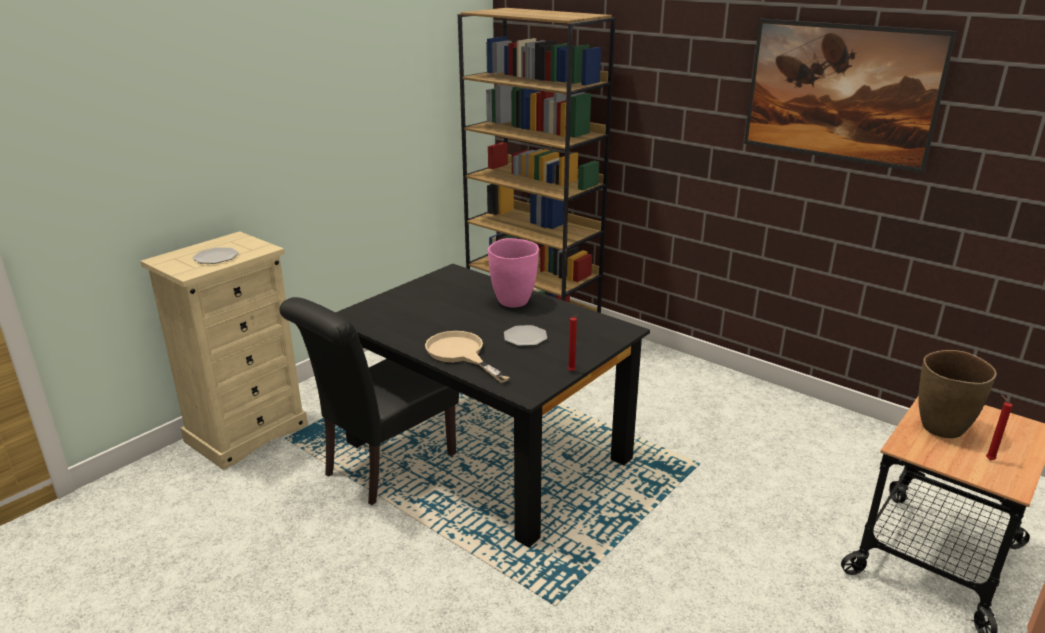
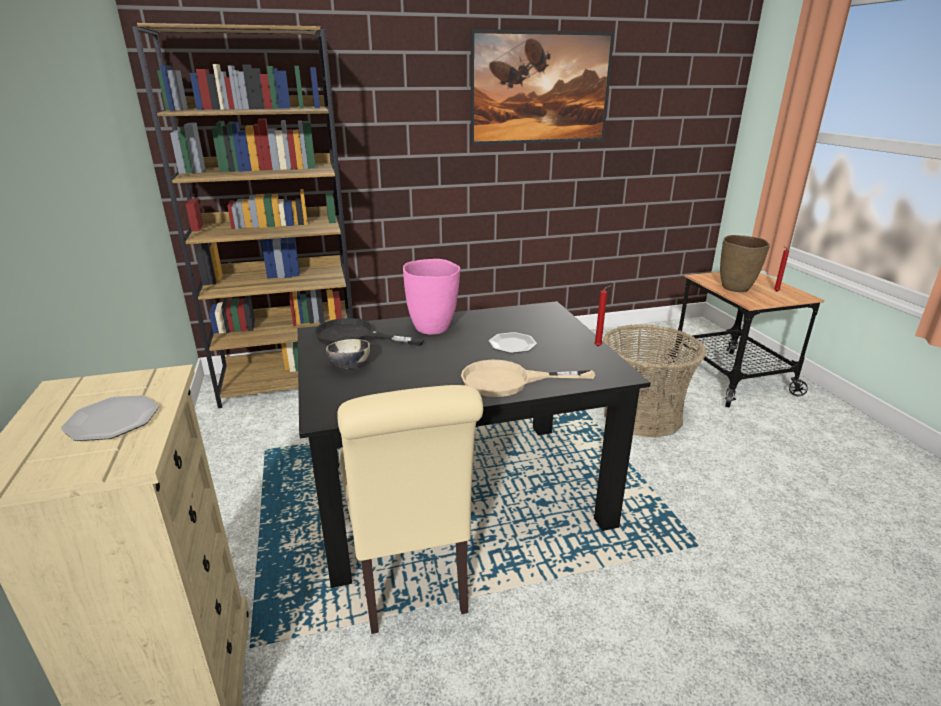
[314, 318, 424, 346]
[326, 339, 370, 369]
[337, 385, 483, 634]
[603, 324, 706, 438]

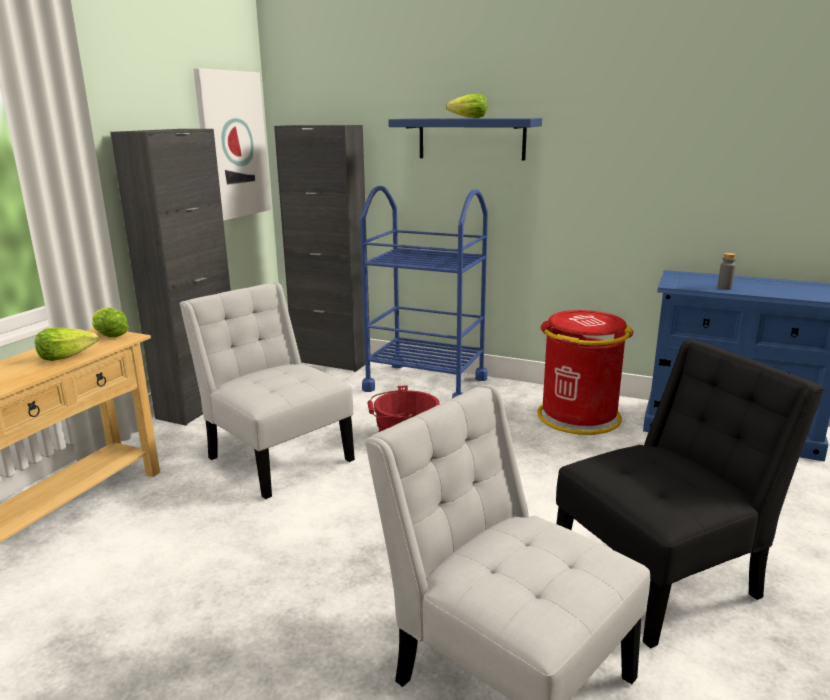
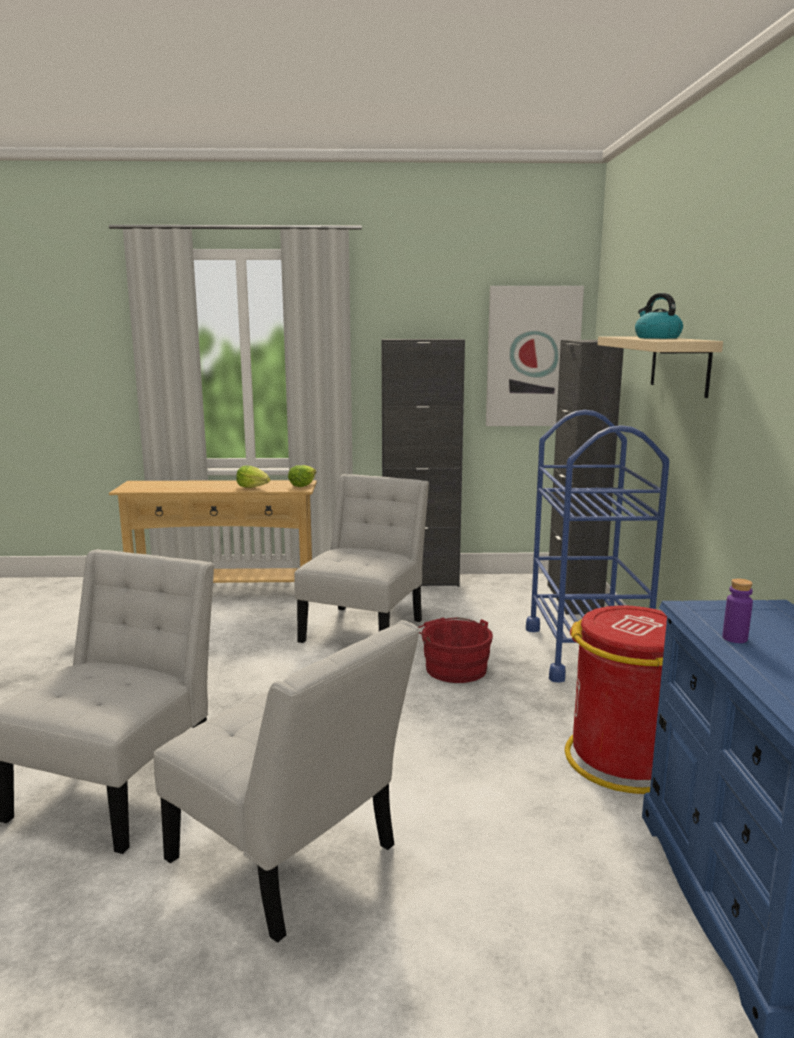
[154, 620, 420, 943]
[598, 336, 723, 398]
[635, 293, 683, 339]
[722, 578, 753, 643]

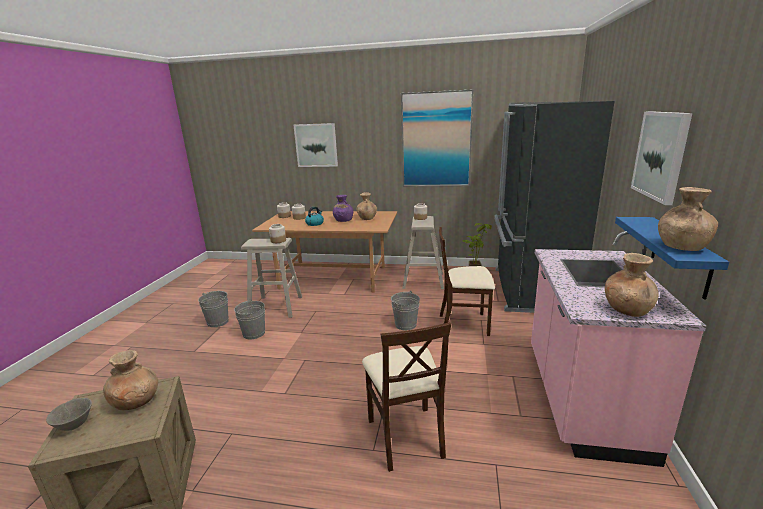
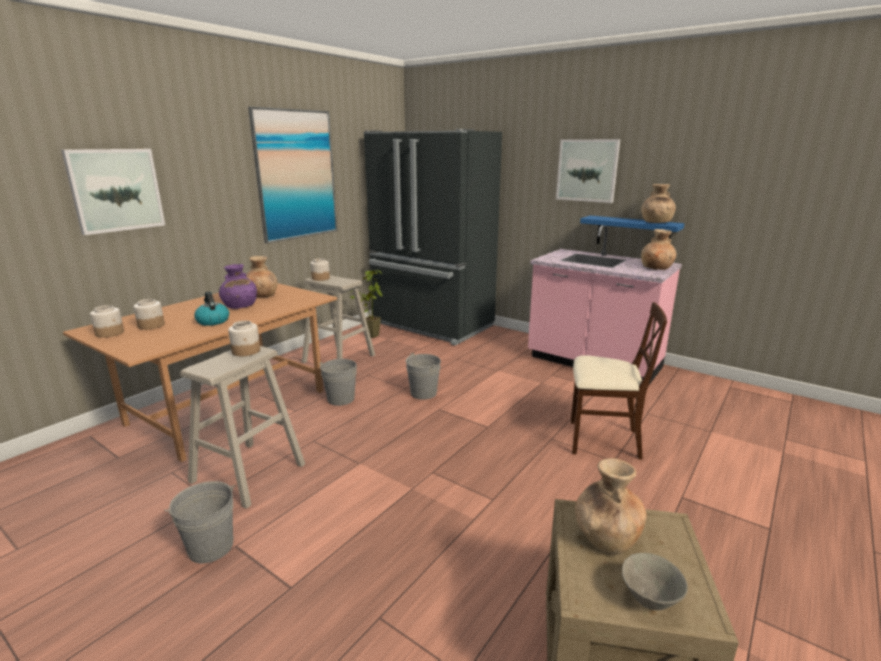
[319, 359, 357, 406]
[439, 227, 495, 336] (first image)

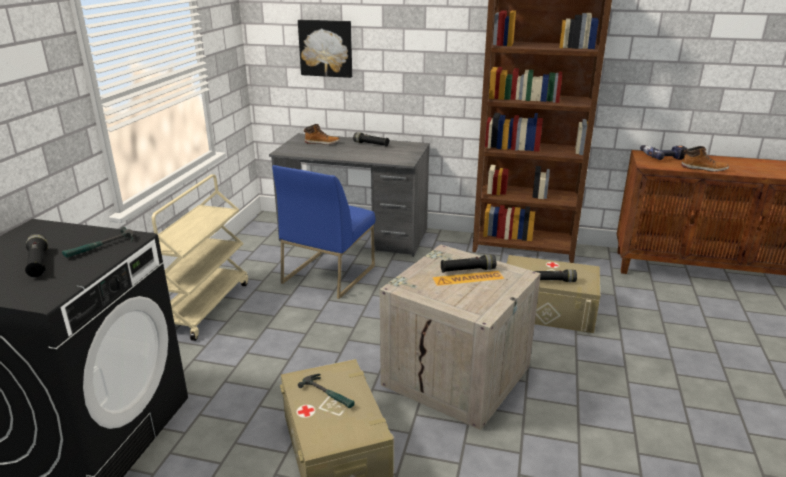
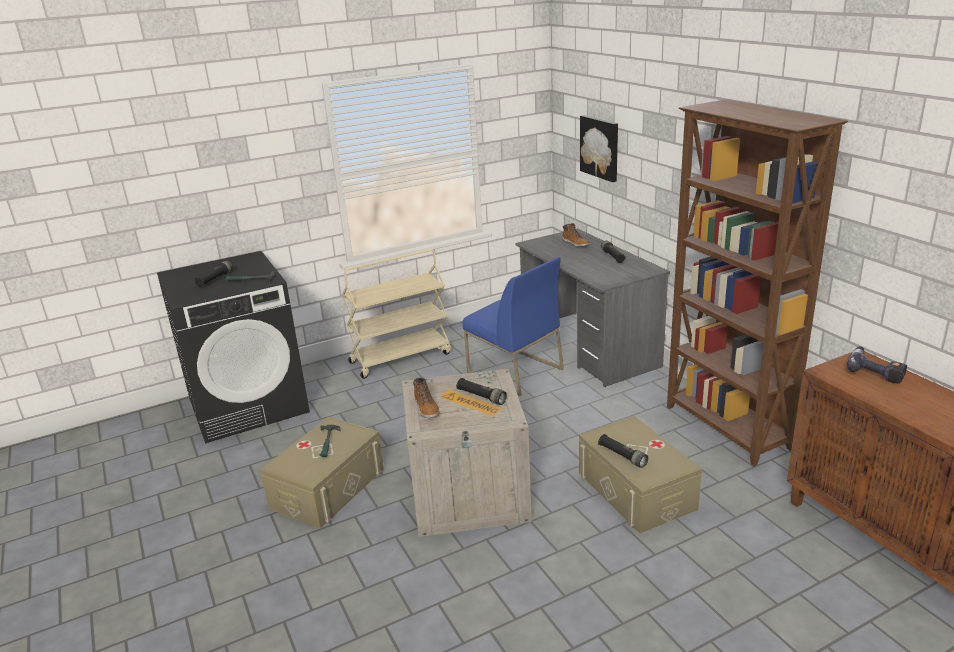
[413, 378, 440, 418]
[463, 257, 564, 396]

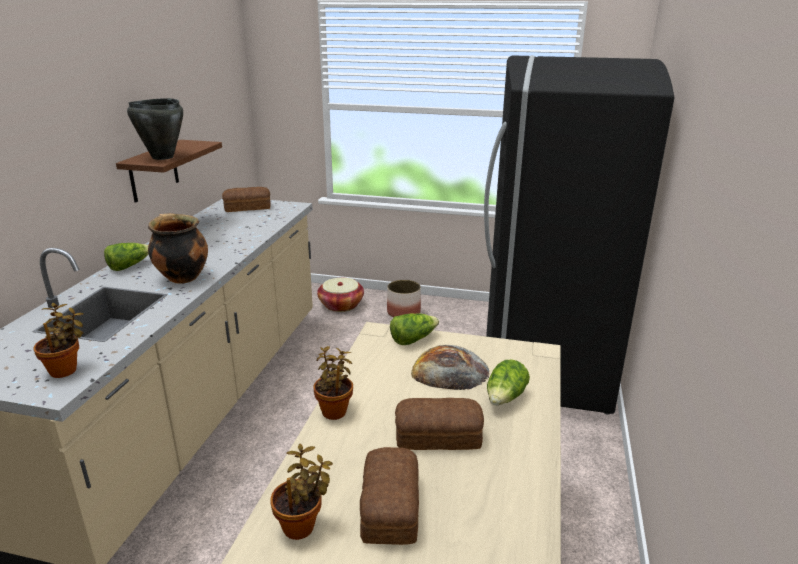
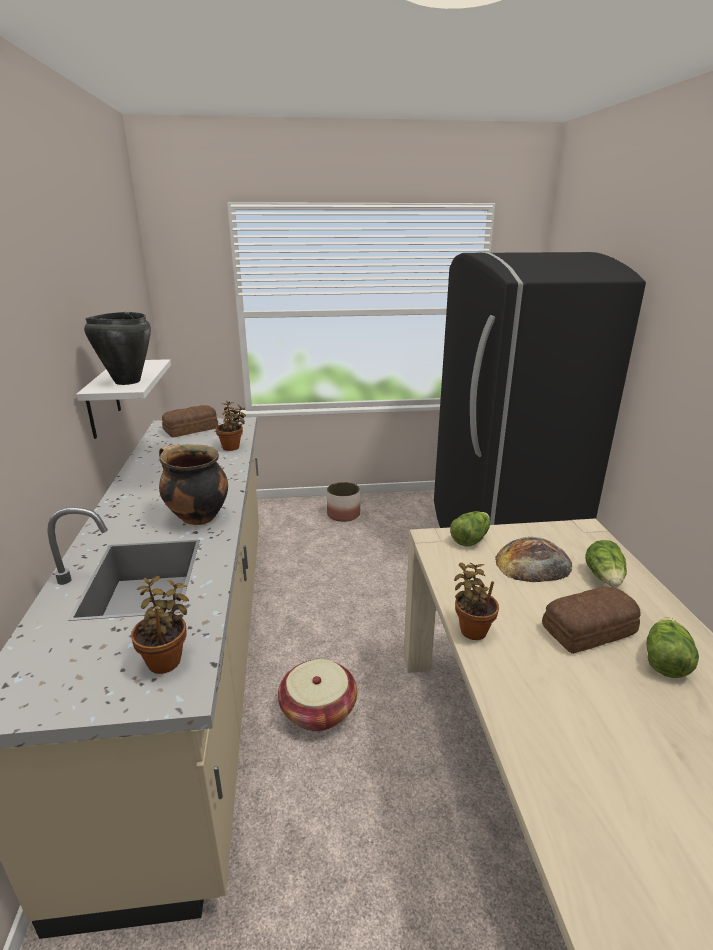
[76, 359, 171, 439]
[216, 401, 246, 451]
[278, 659, 357, 731]
[647, 617, 699, 678]
[360, 447, 419, 545] (first image)

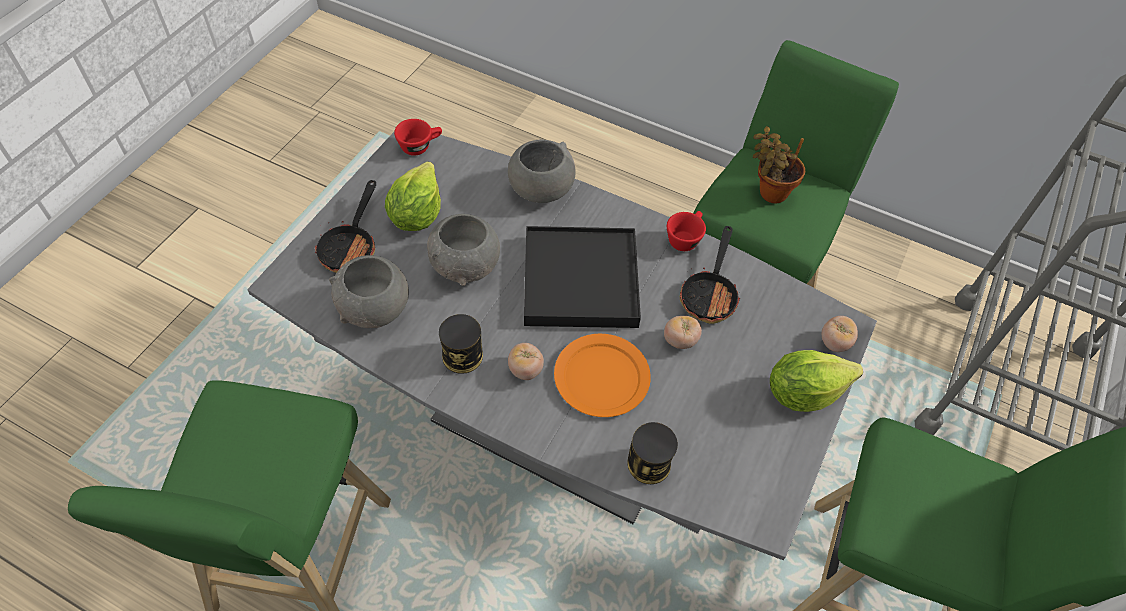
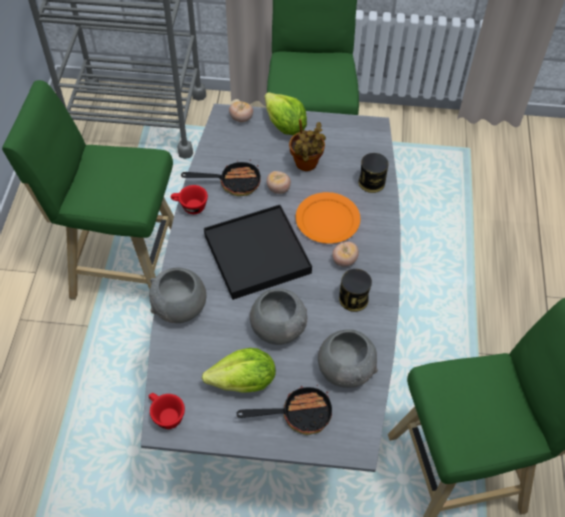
[289, 119, 326, 171]

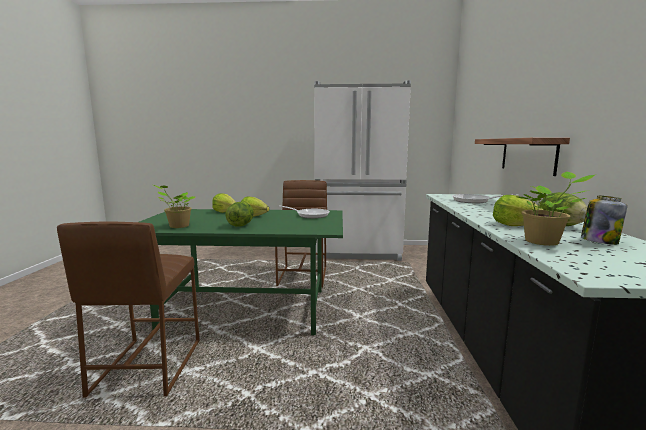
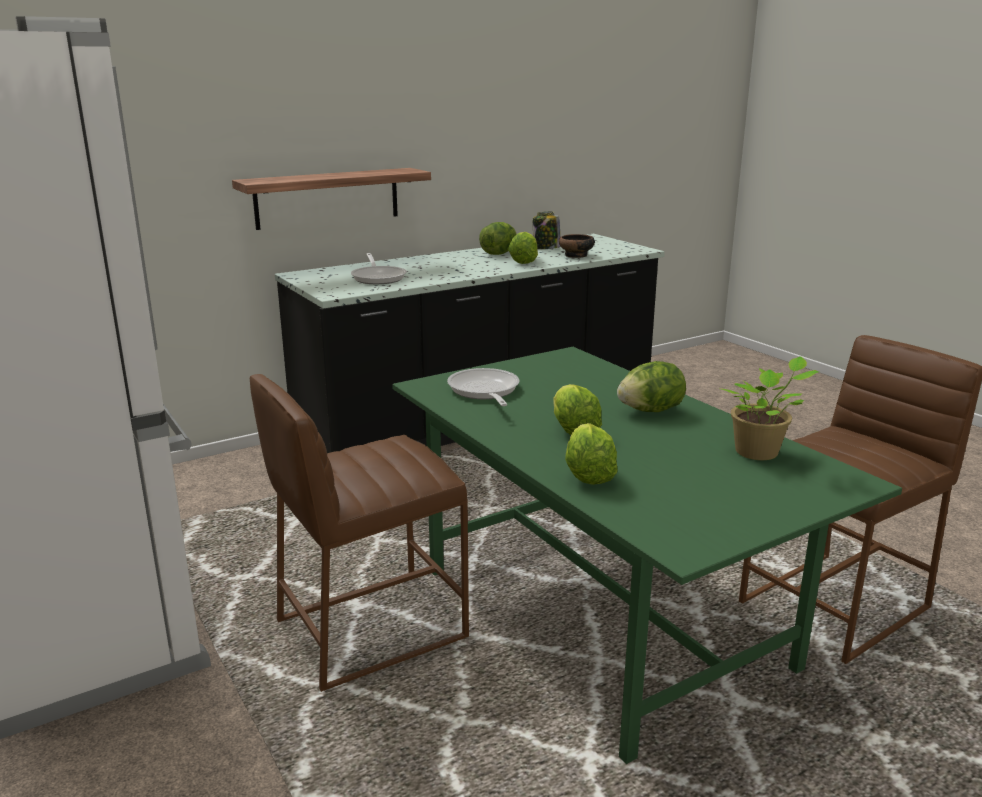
[559, 234, 595, 258]

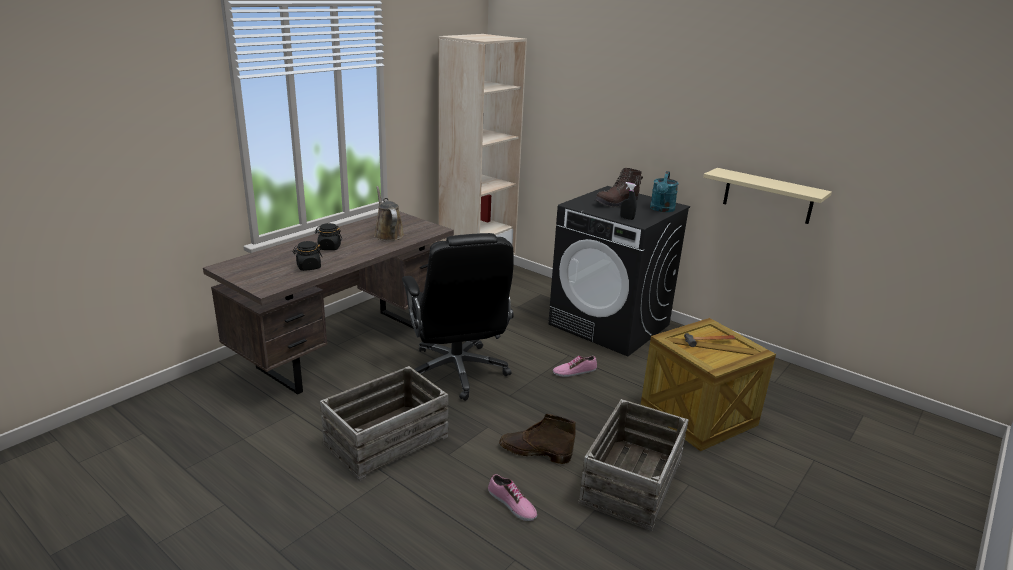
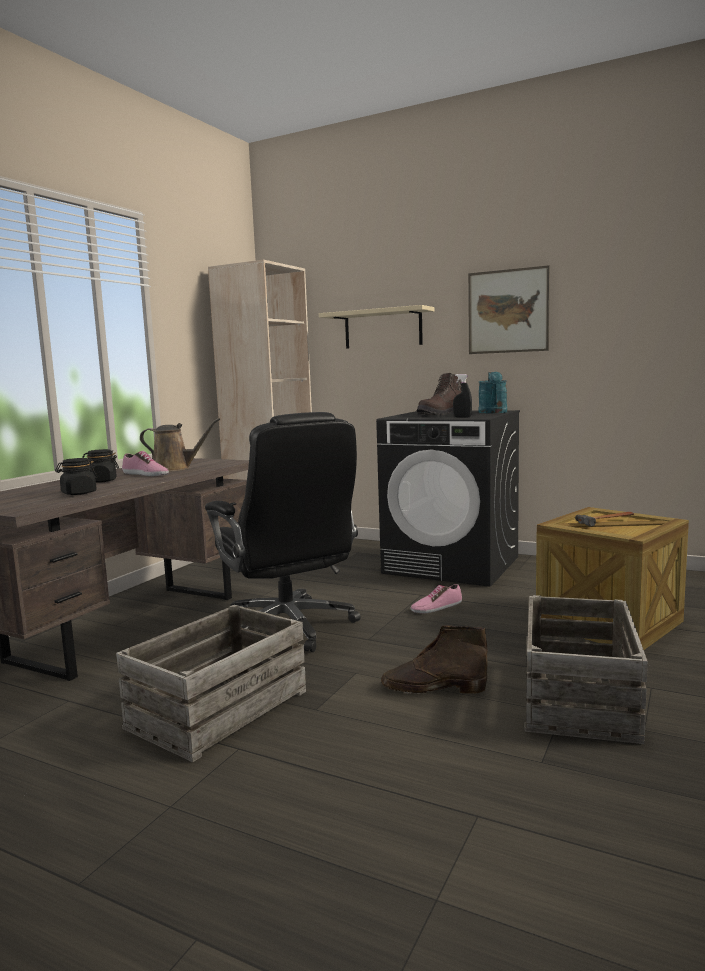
[122, 451, 169, 476]
[140, 418, 220, 472]
[319, 305, 435, 349]
[468, 265, 550, 354]

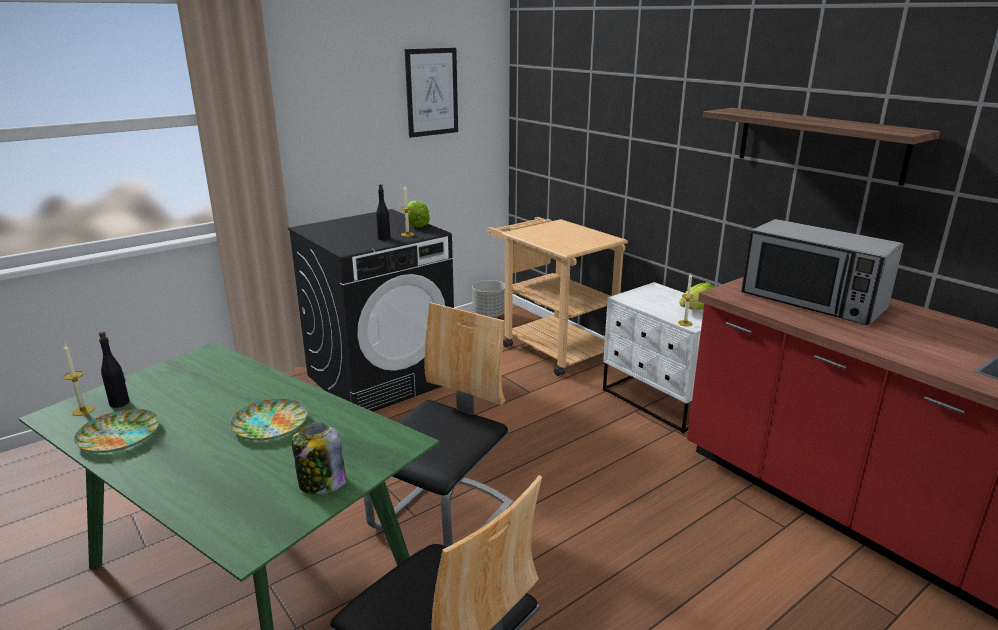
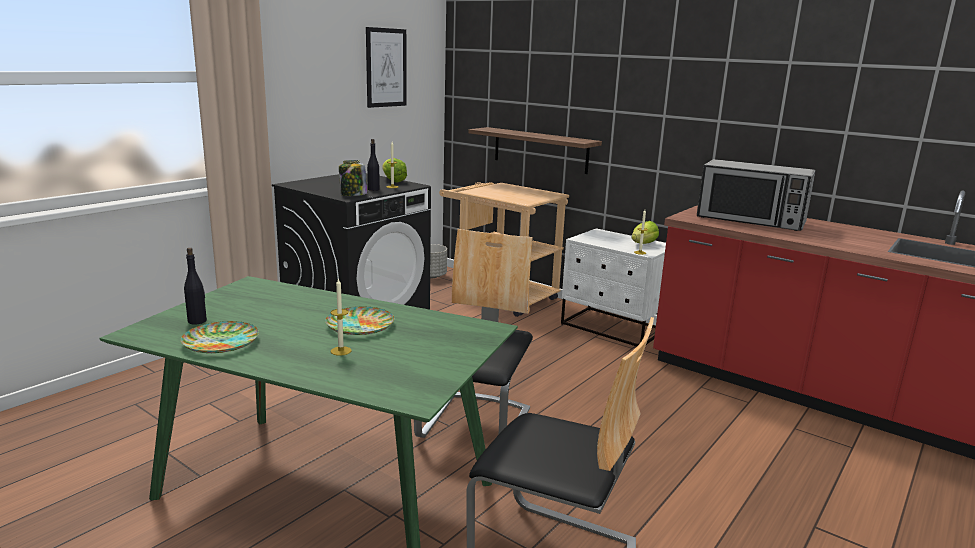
[330, 278, 352, 356]
[339, 160, 367, 196]
[469, 127, 602, 174]

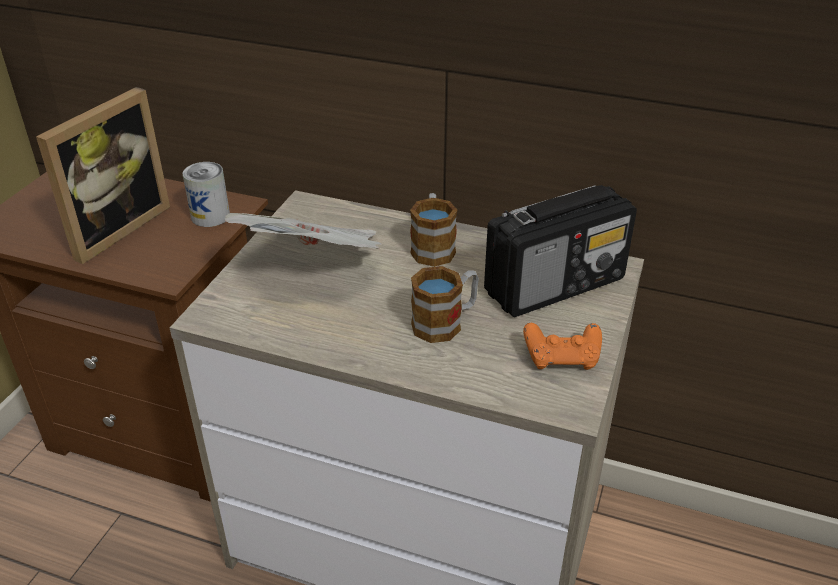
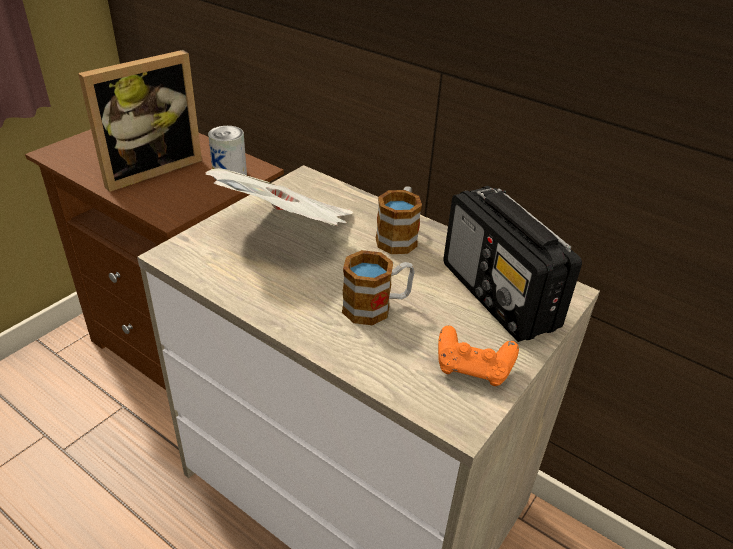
[443, 186, 582, 342]

